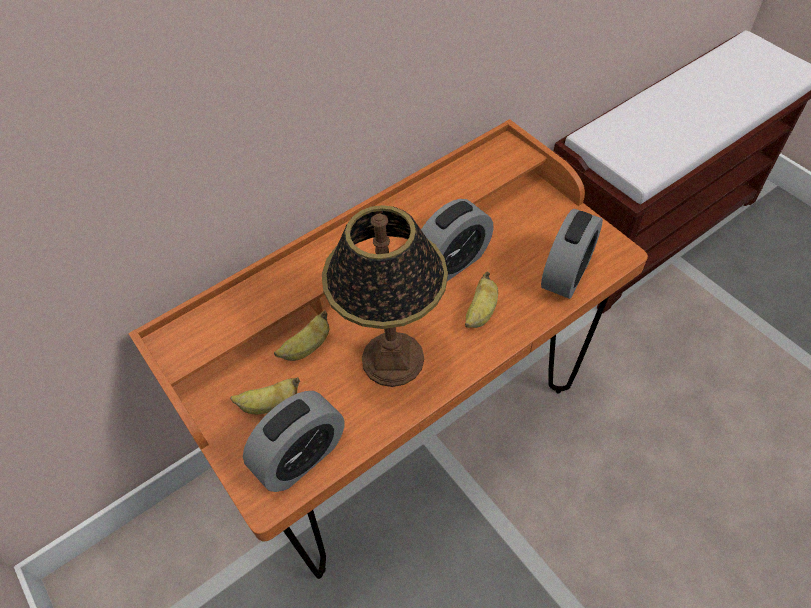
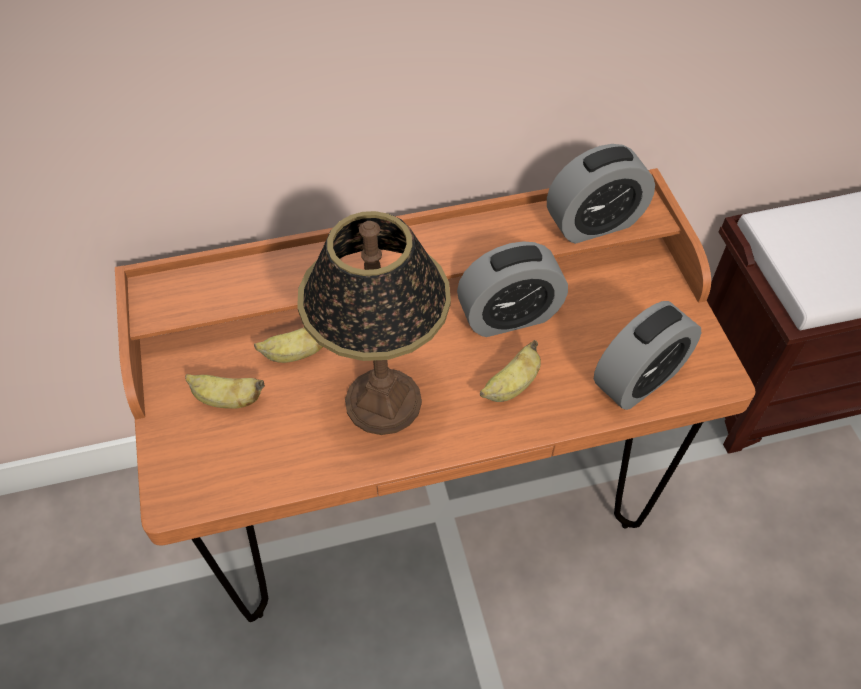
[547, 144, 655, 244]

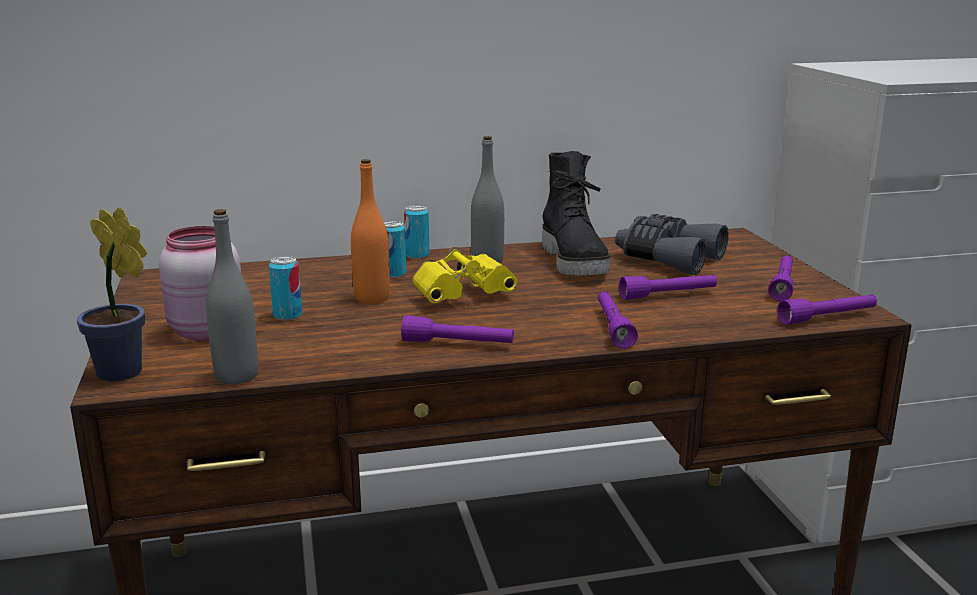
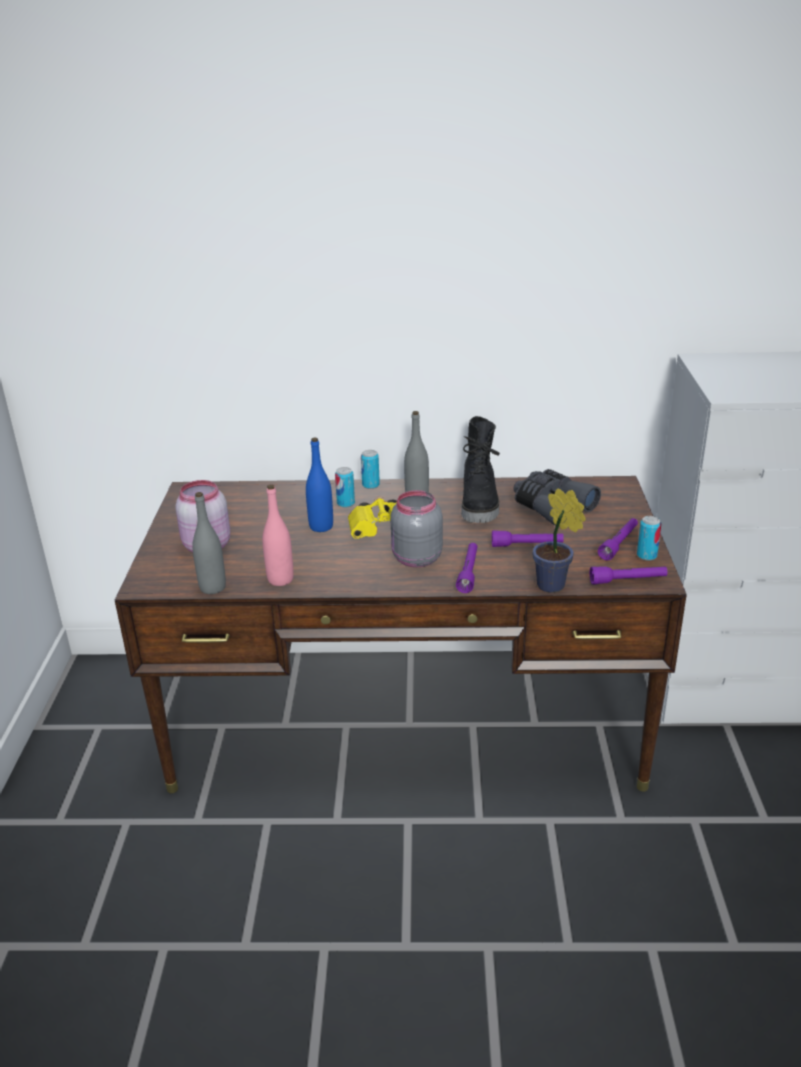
[262, 485, 294, 586]
[306, 437, 333, 532]
[390, 490, 443, 567]
[532, 488, 586, 593]
[637, 516, 662, 561]
[401, 315, 514, 343] (first image)

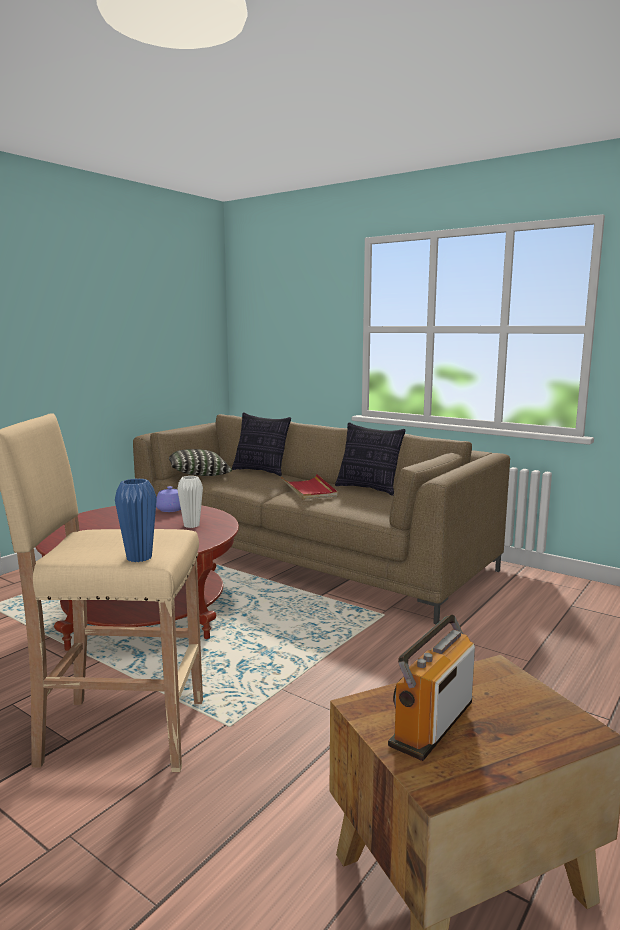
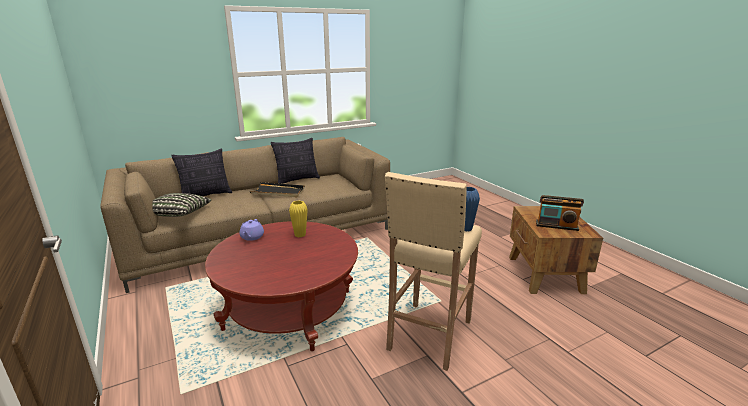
[250, 182, 305, 197]
[289, 200, 308, 238]
[536, 195, 584, 231]

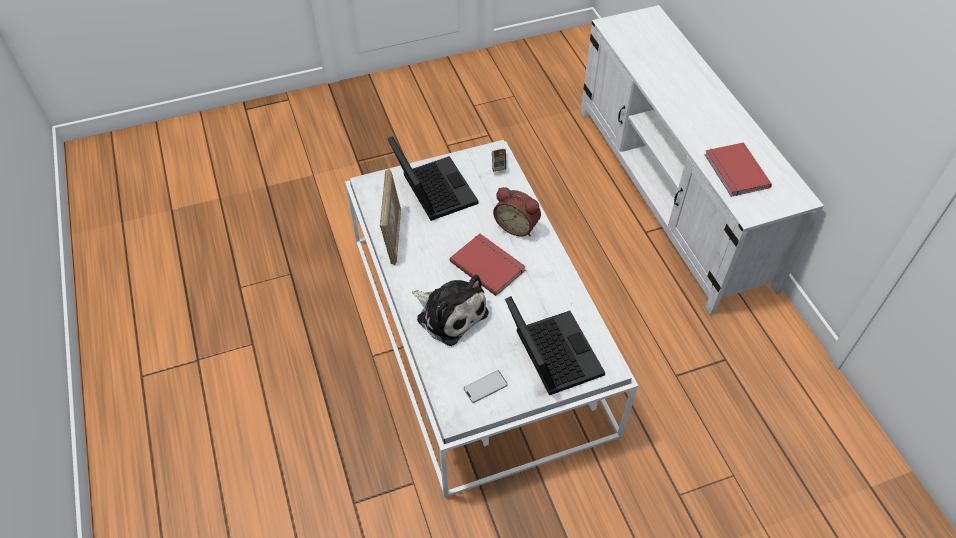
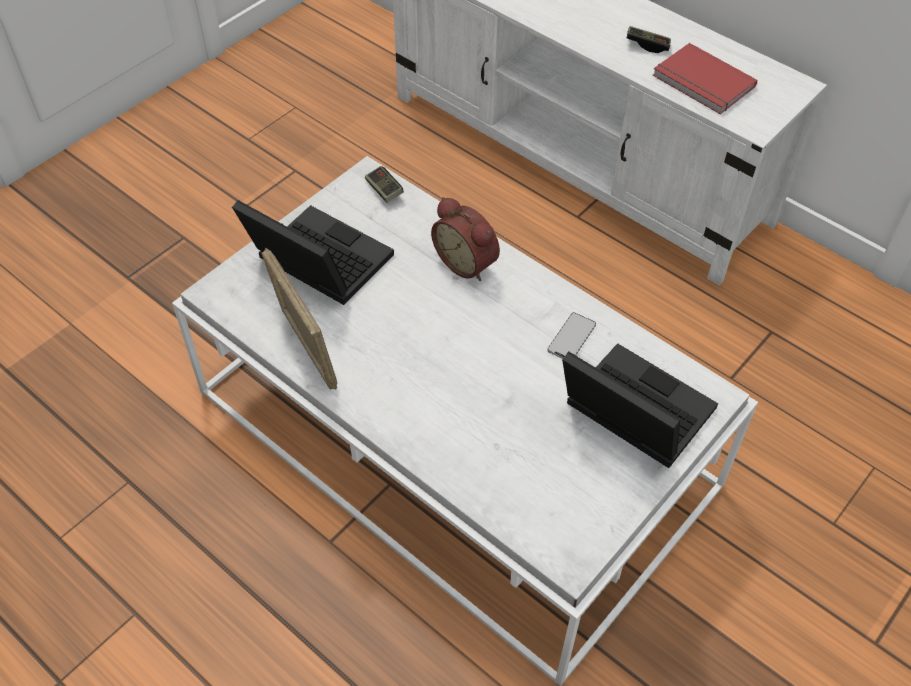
[431, 197, 500, 281]
[547, 312, 596, 359]
[627, 26, 671, 53]
[412, 274, 489, 346] (first image)
[450, 234, 526, 296] (first image)

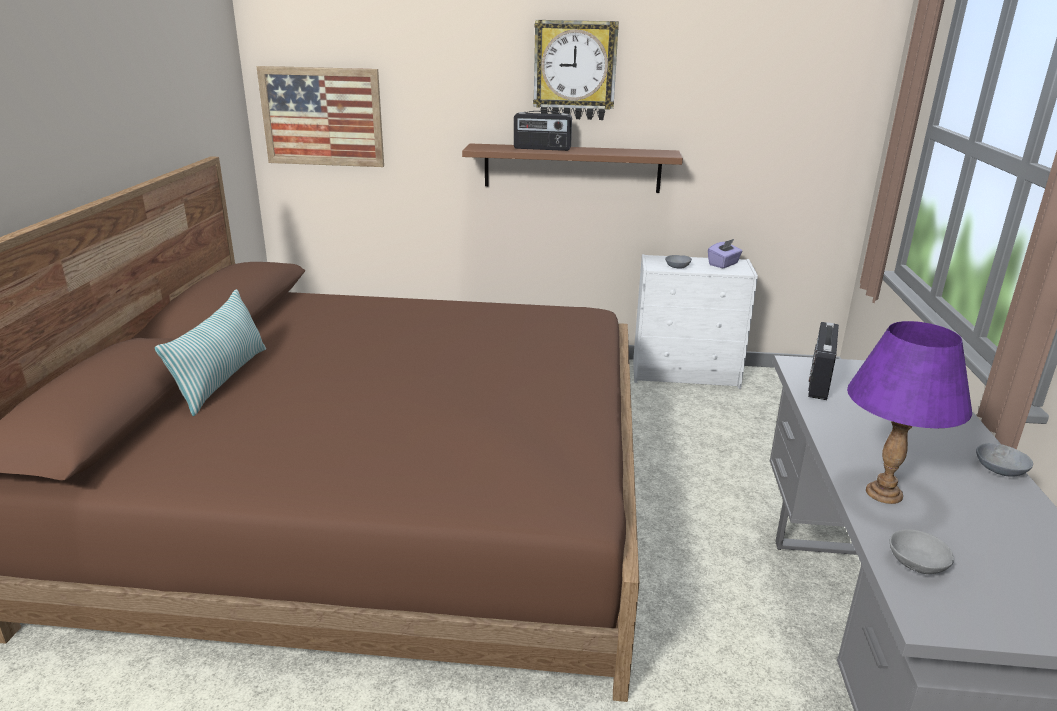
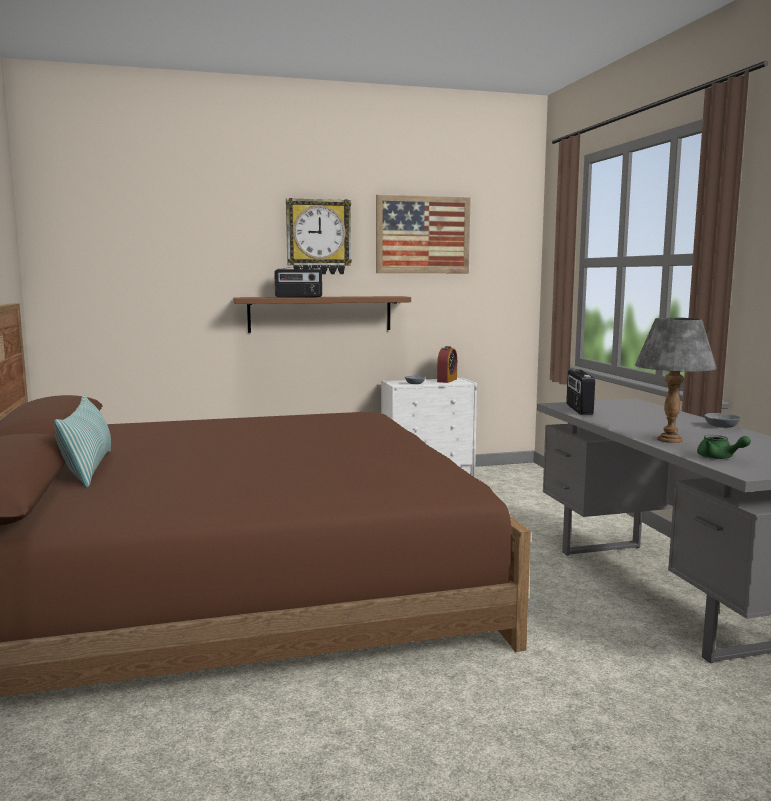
[376, 195, 470, 273]
[437, 346, 457, 383]
[635, 318, 717, 443]
[697, 435, 751, 459]

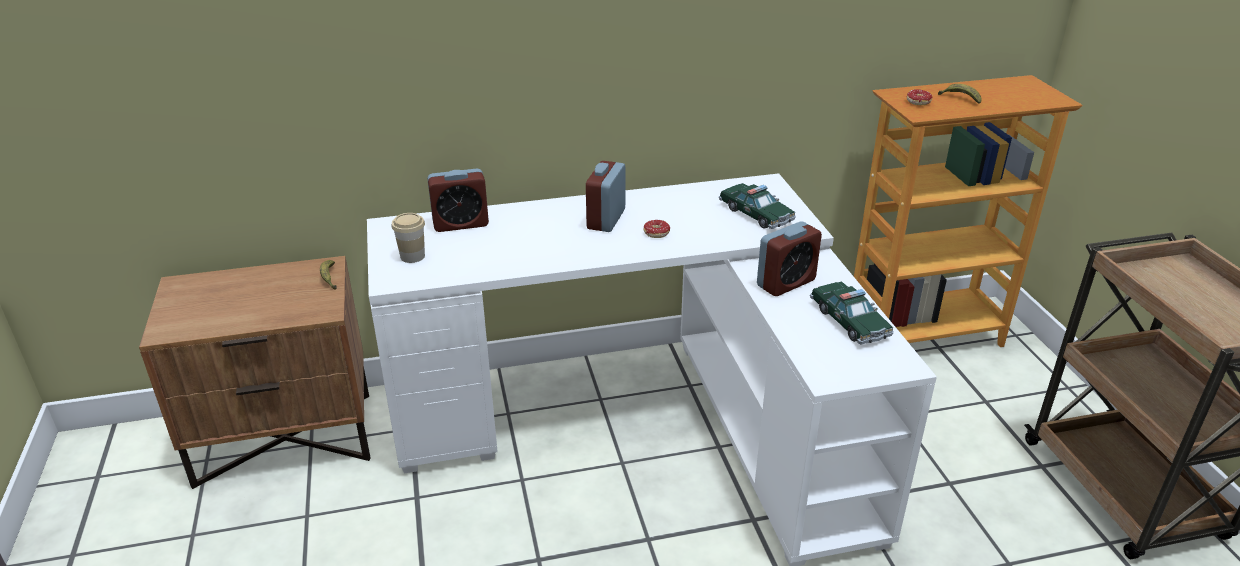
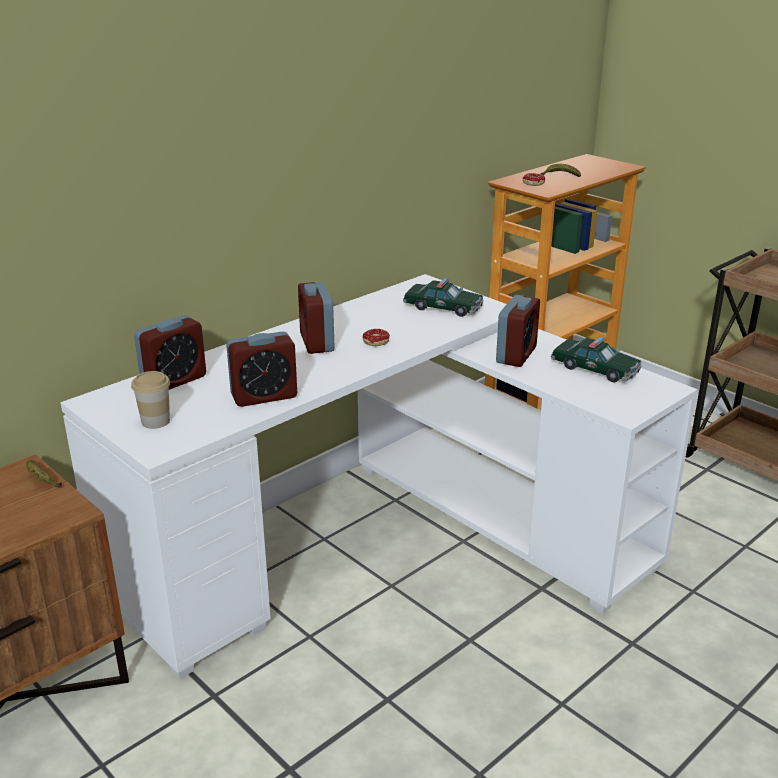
[226, 331, 297, 407]

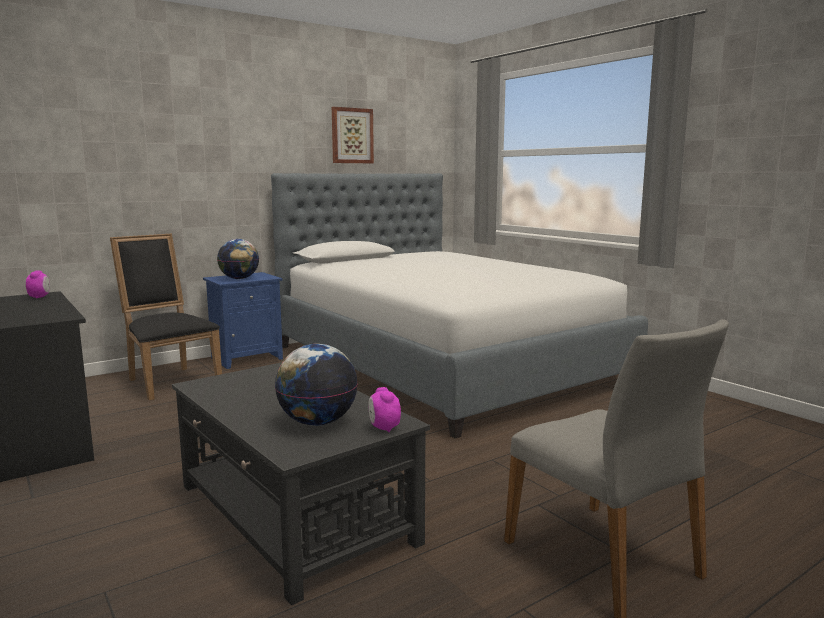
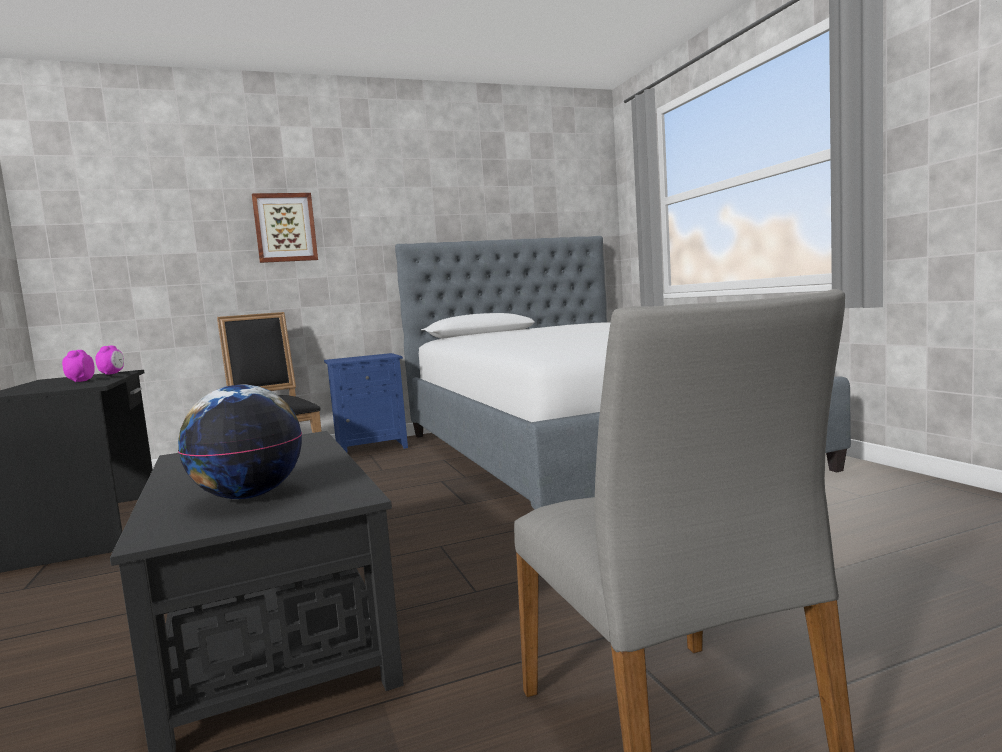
[62, 350, 94, 382]
[252, 193, 318, 263]
[217, 239, 259, 279] (first image)

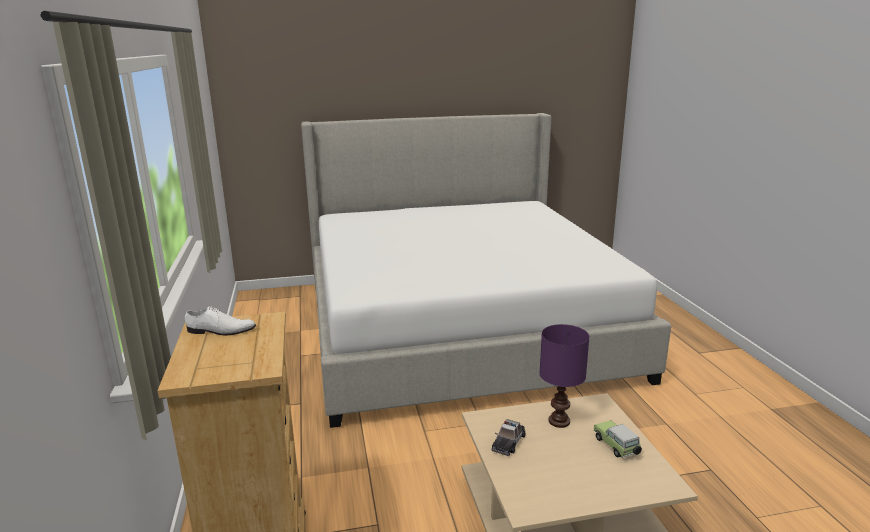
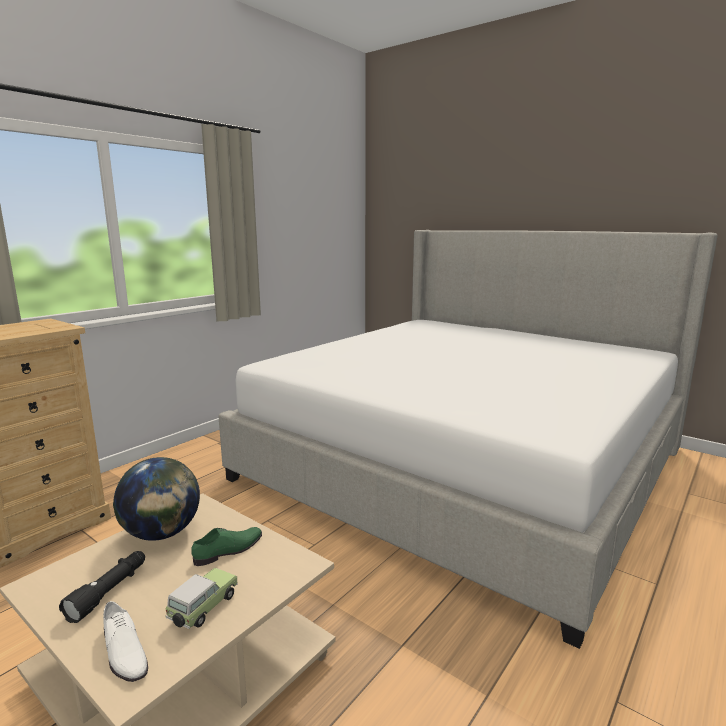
[59, 551, 145, 623]
[103, 601, 148, 682]
[113, 457, 200, 541]
[191, 527, 262, 566]

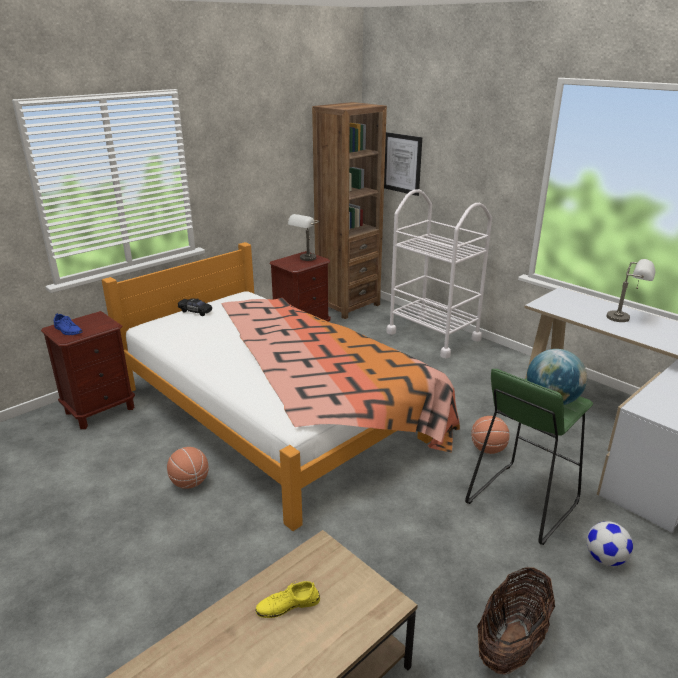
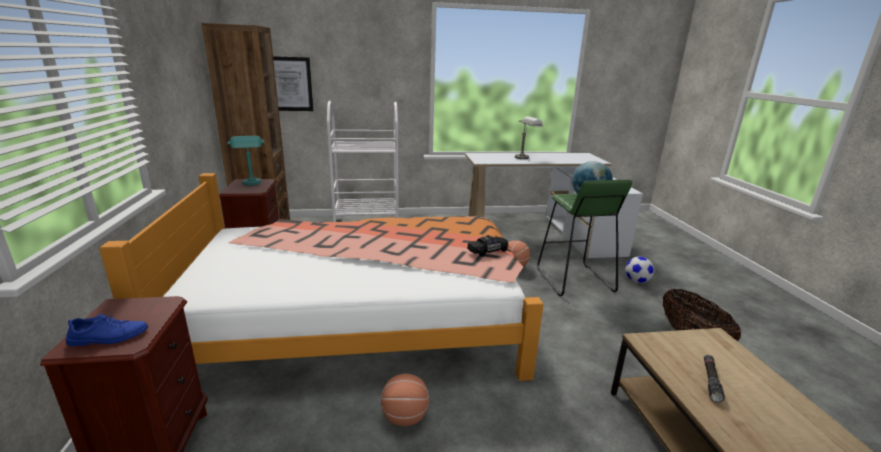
[227, 136, 264, 185]
[467, 235, 508, 257]
[704, 355, 725, 402]

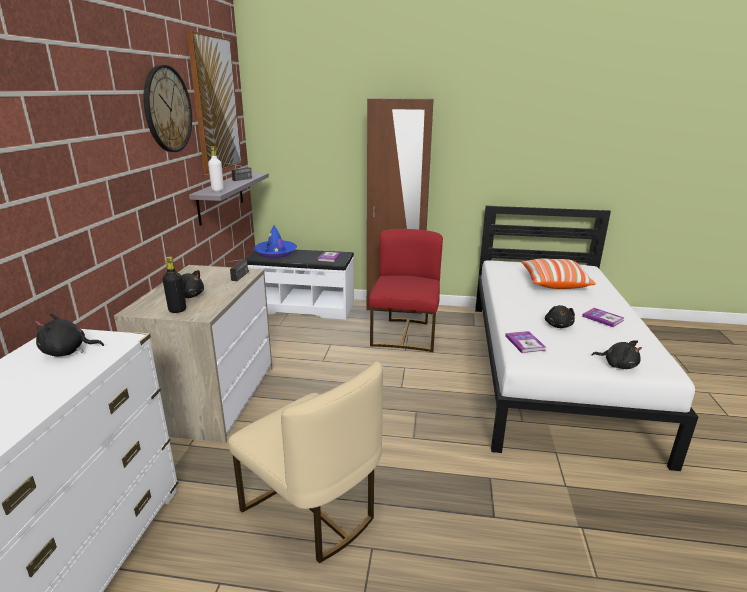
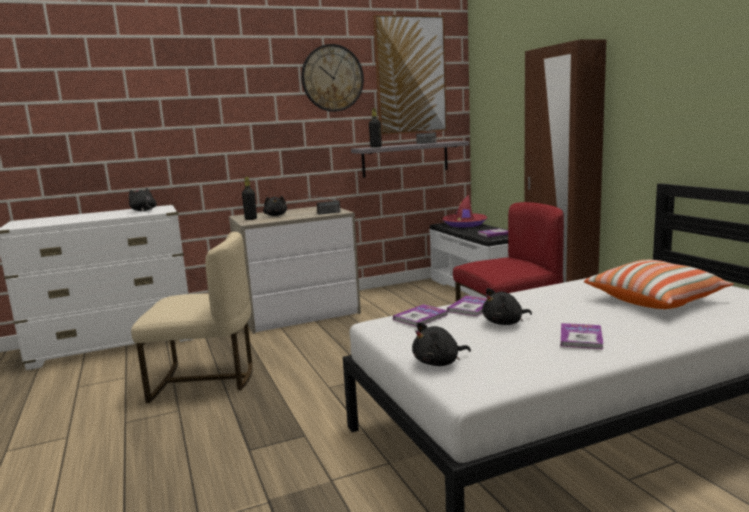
[131, 232, 253, 403]
[369, 108, 382, 148]
[412, 322, 471, 366]
[442, 195, 487, 227]
[447, 296, 487, 317]

